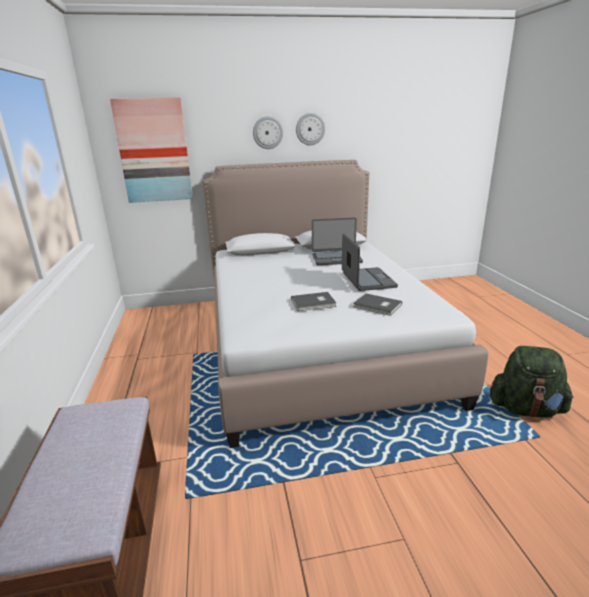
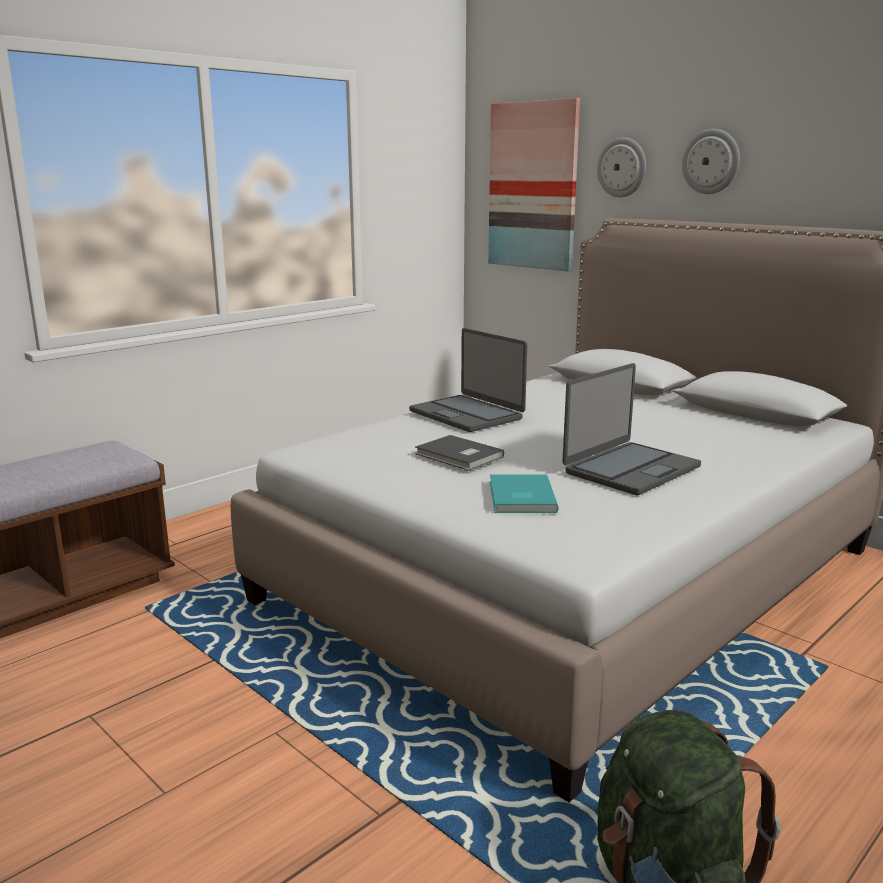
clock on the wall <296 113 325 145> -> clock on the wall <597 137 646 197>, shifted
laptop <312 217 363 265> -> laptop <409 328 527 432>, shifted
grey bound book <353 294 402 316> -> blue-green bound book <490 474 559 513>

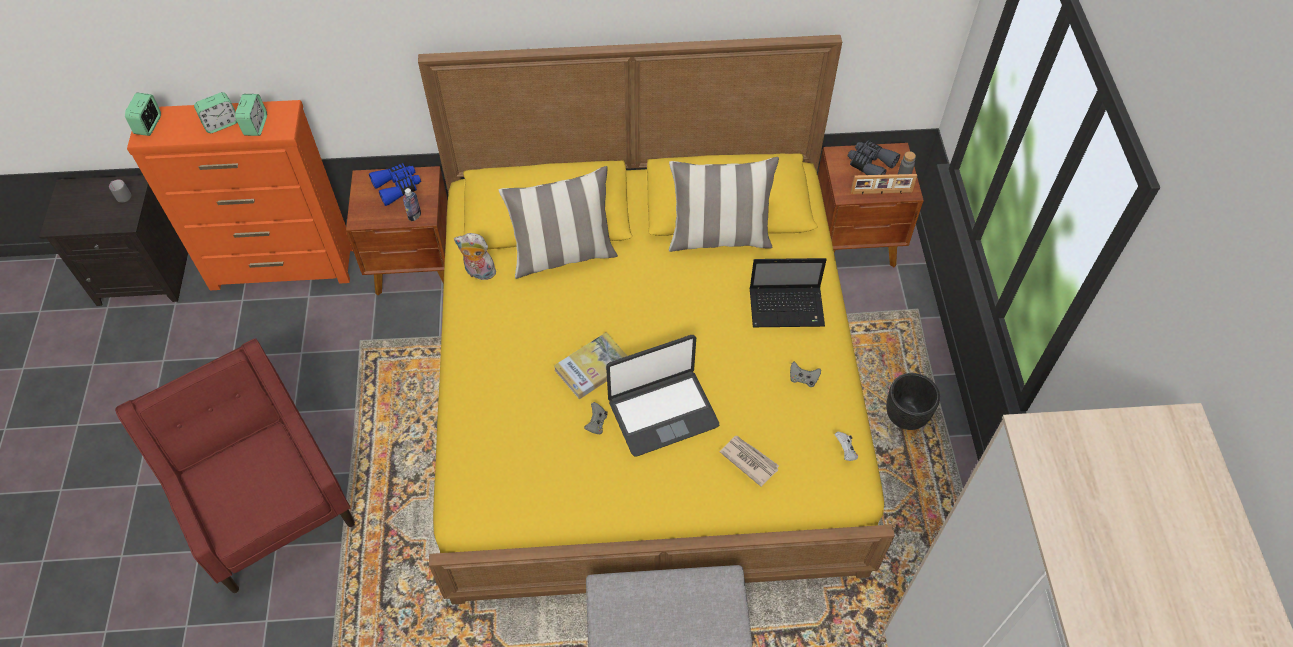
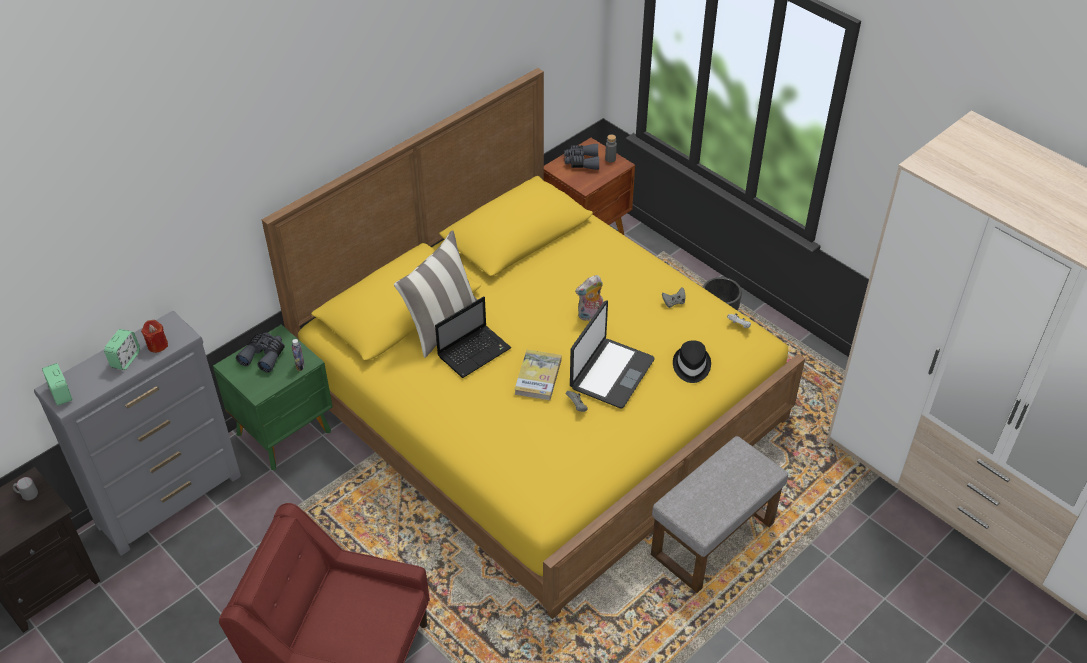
orangey chest of drawers <127 100 353 290> -> grey chest of drawers <34 311 241 556>
bedside clock <235 94 267 136> -> red candle <141 320 168 353>
brownish nightstand <346 166 448 295> -> green-coloured nightstand <213 324 333 470>
blue pair of binoculars <369 163 421 206> -> grey pair of binoculars <236 332 285 373>
plush toy <454 233 496 280> -> plush toy <575 275 604 321>, shifted
cushion <669 157 779 252> -> none
newspaper <720 435 779 487> -> blackish clothing hat <673 340 711 383>
laptop <749 258 826 327> -> laptop <435 296 511 378>, shifted
standing frame <851 174 917 194> -> none

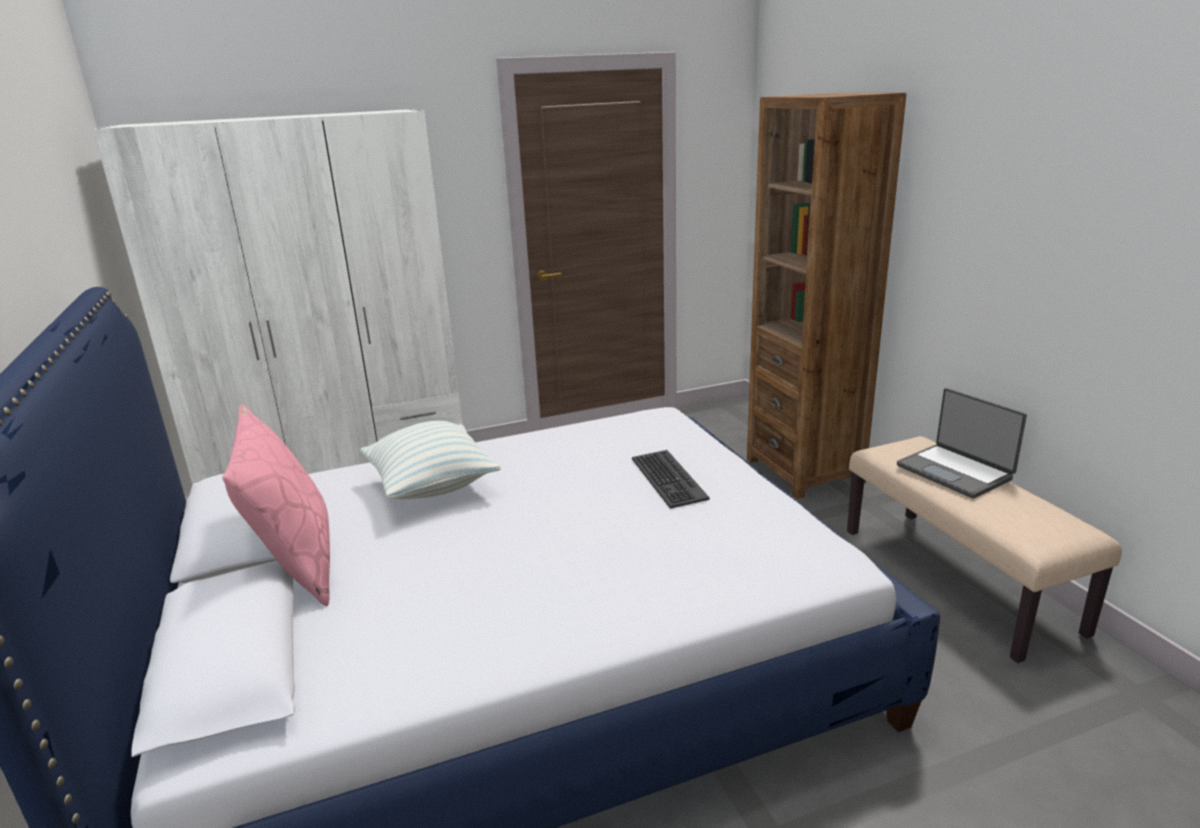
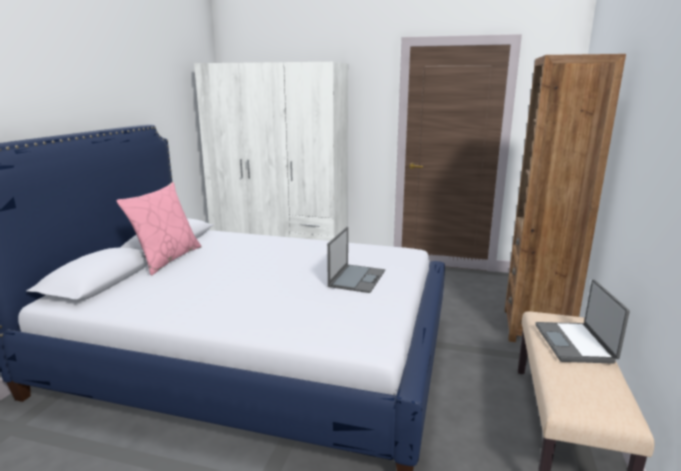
cushion <360 421 501 499> -> none
keyboard <632 450 710 509> -> laptop <327 227 385 293>

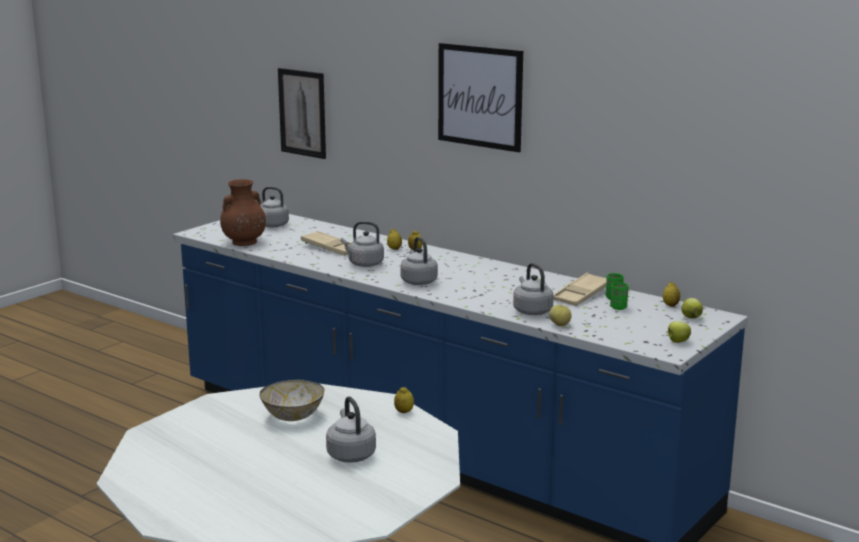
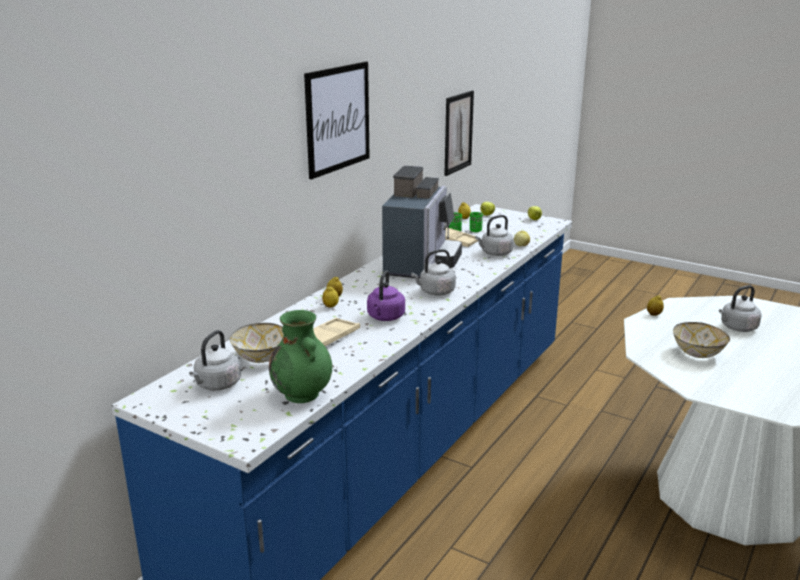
brownish vase <220 179 266 246> -> green-coloured vase <269 310 332 403>
picture <278 68 326 159> -> picture <444 91 474 176>, shifted
grey water kettle <341 221 384 267> -> purple water kettle <367 270 405 321>
none -> deep dish <229 323 284 363>
none -> coffee brewer <382 166 462 279>

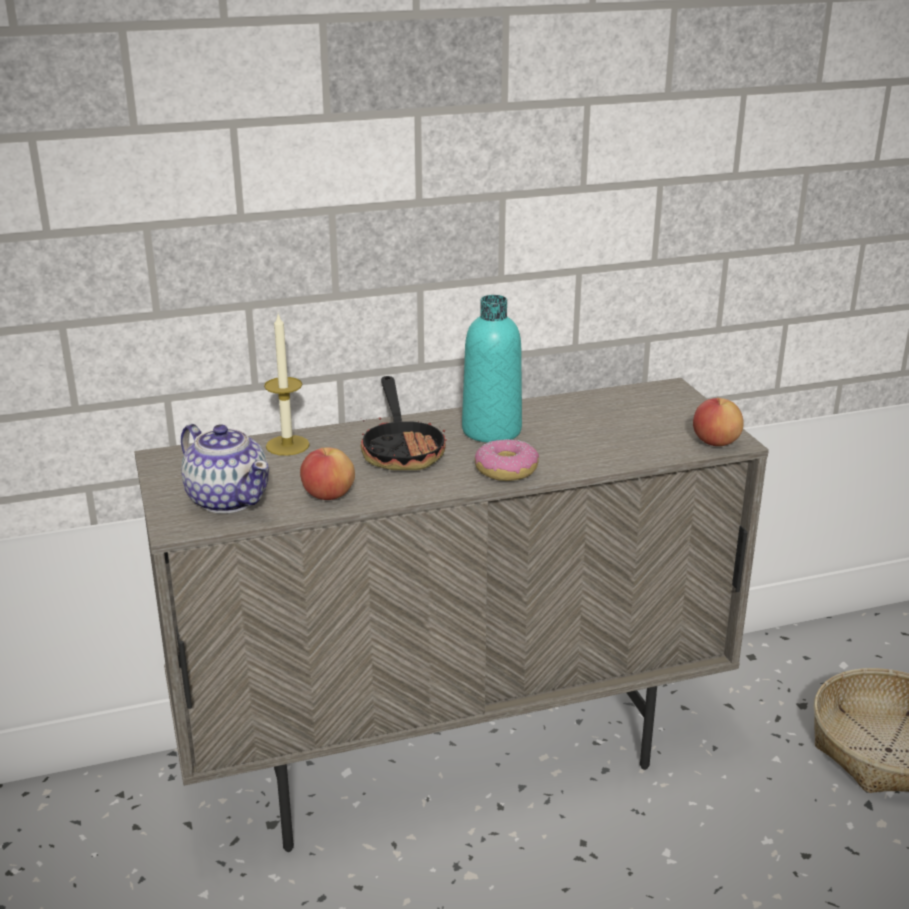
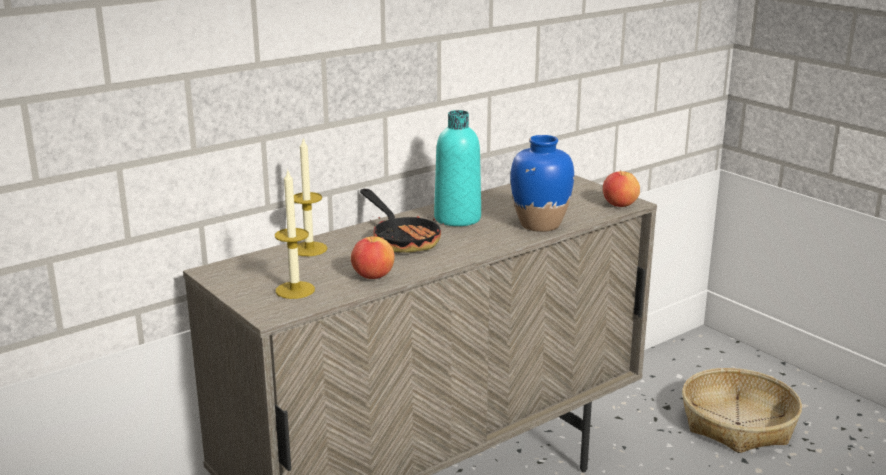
tea pot <181 424 269 514> -> candle <275 171 315 299>
ring doughnut <475 439 539 481> -> none
none -> blue vase <511 135 574 232>

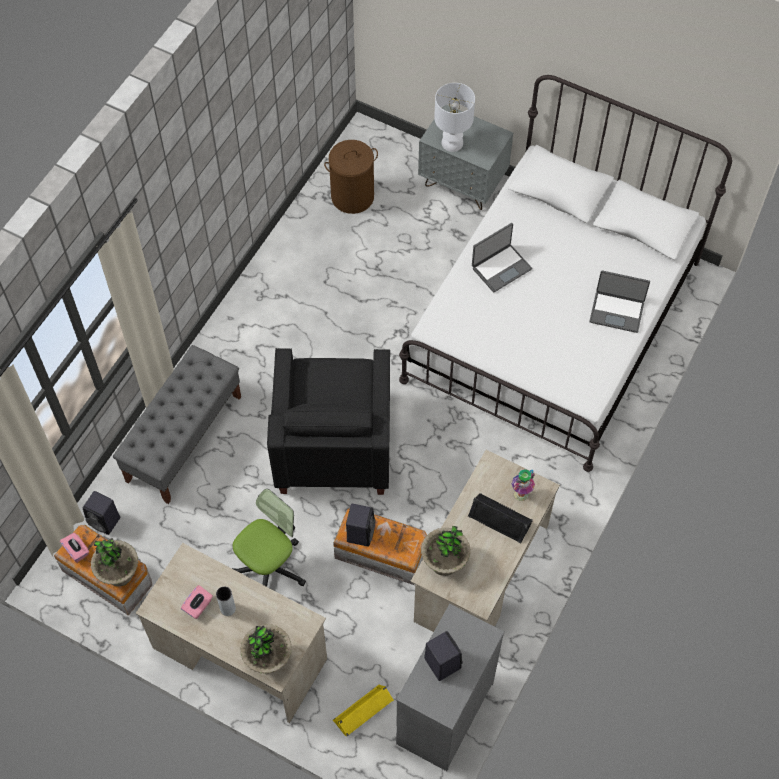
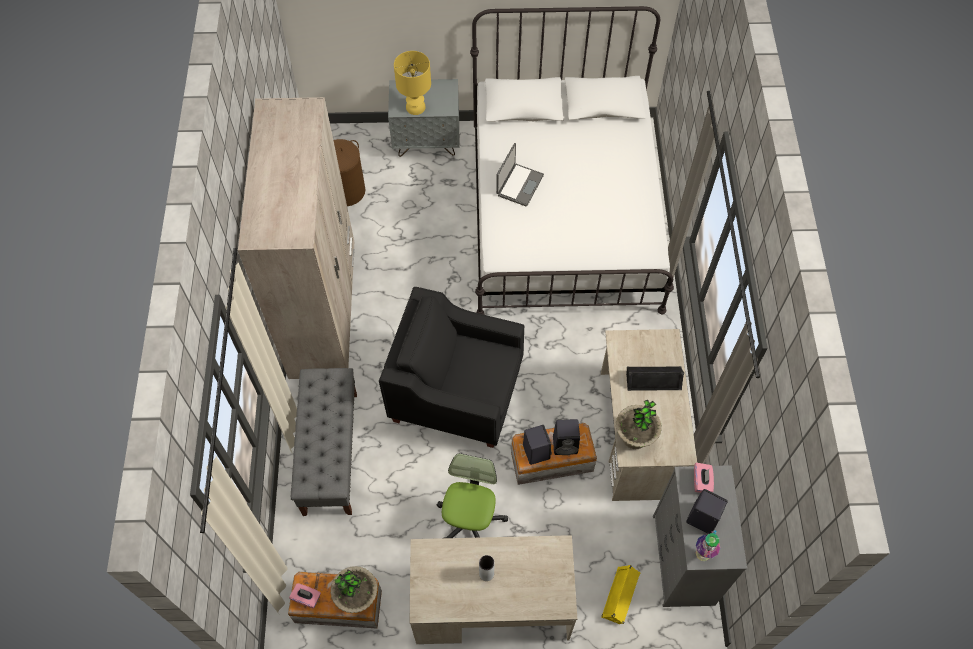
blackish audio speaker <83 491 120 535> -> blackish audio speaker <553 419 580 455>, shifted
pink-coloured tissue holder <181 585 213 619> -> pink-coloured tissue holder <694 463 714 493>, shifted
houseplant <240 624 292 674> -> none
blackish easy chair <267 348 390 495> -> blackish easy chair <379 287 524 448>, 135 degrees clockwise
white lamp for a table <434 83 475 152> -> yellow-coloured lamp for a table <394 51 431 115>
vase <512 469 535 501> -> vase <696 530 721 561>, shifted
laptop <589 270 650 333> -> none
none -> beige-coloured wardrobe <238 97 355 379>

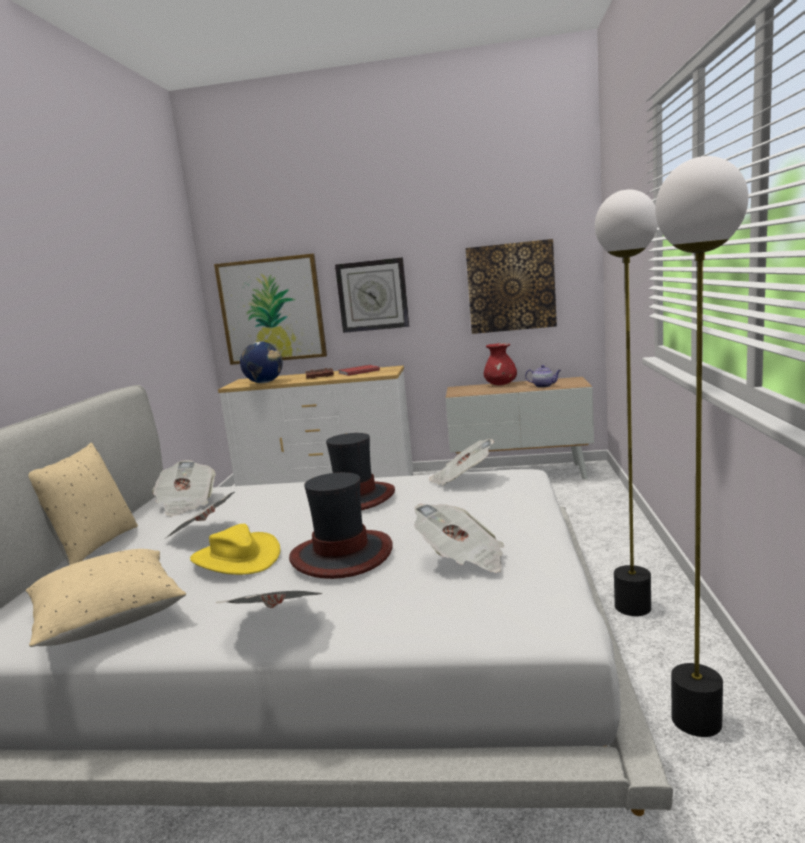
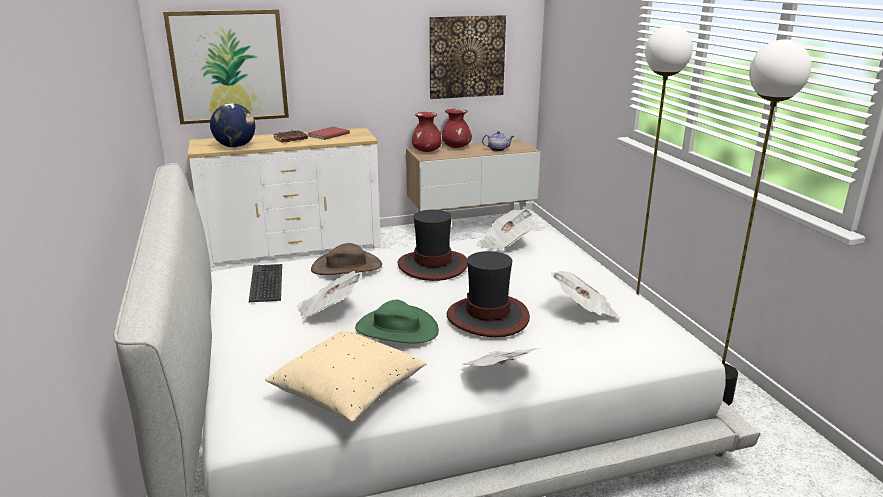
beige-coloured cushion <28 443 138 565> -> none
newspaper <152 460 216 516> -> keyboard <249 264 282 302>
yellow-coloured clothing hat <190 524 280 575> -> green-coloured clothing hat <355 300 439 343>
clock on the wall <335 257 409 333> -> none
none -> brownish clothing hat <311 243 382 275>
none -> red vase <412 112 442 152>

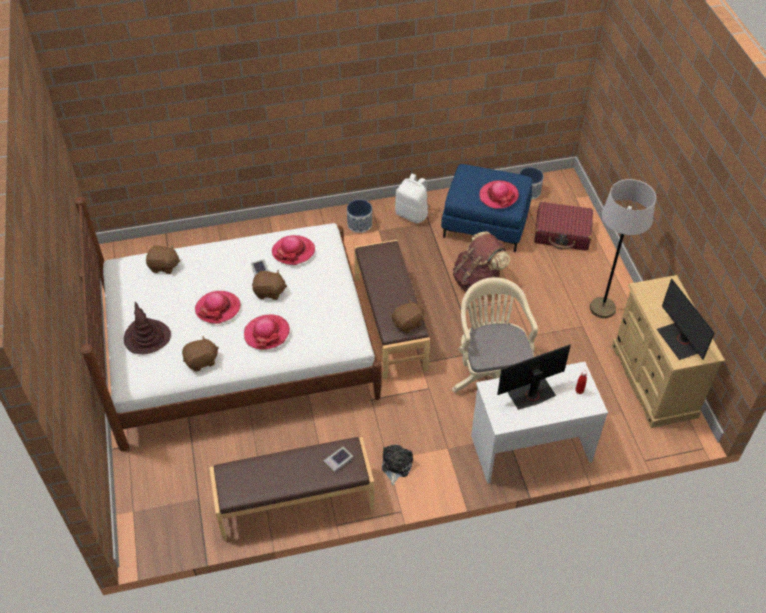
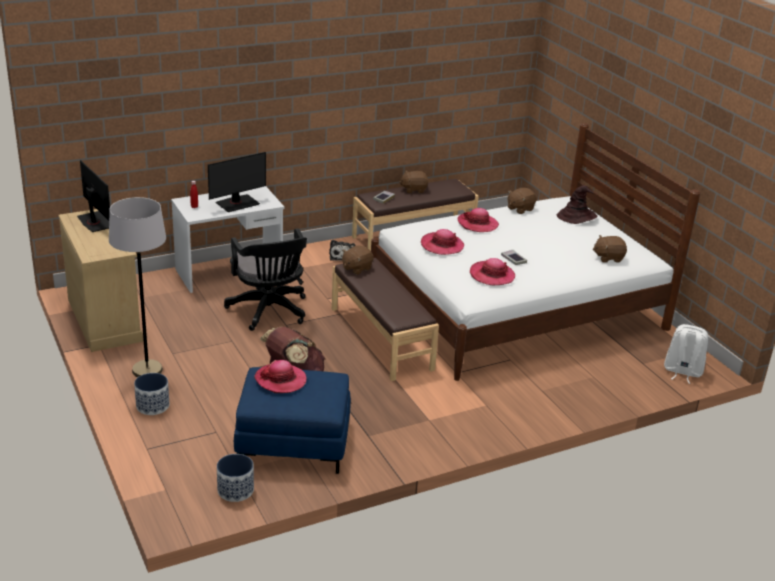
clothing hat <195 291 241 324> -> clothing hat <421 229 464 255>, shifted
brownish plush toy <252 270 287 300> -> brownish plush toy <399 170 428 193>, shifted
flower pot <347 200 372 233> -> flower pot <134 373 169 415>, shifted
white knapsack <395 174 428 224> -> white knapsack <664 324 708 384>, shifted
beige-coloured office chair <452 277 538 393> -> blackish office chair <224 228 307 331>
red piece of luggage <534 202 593 251> -> none

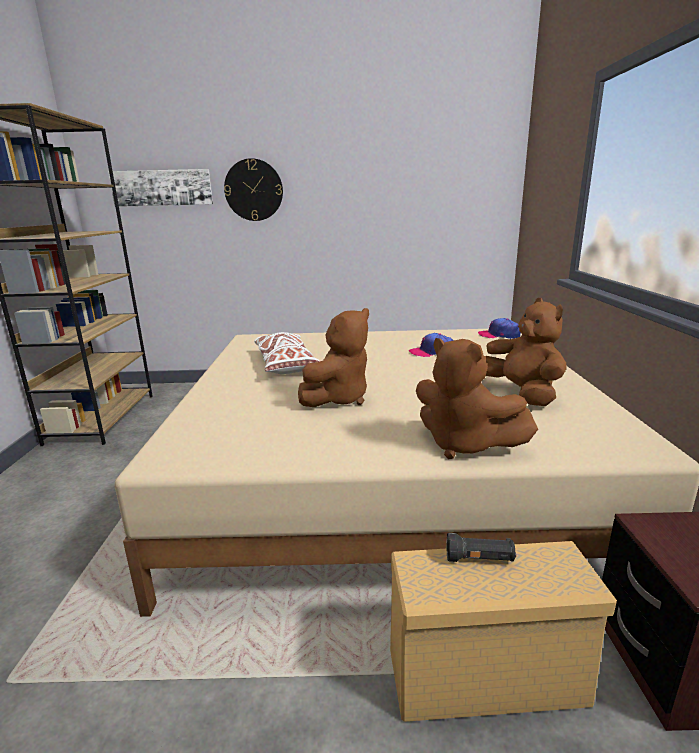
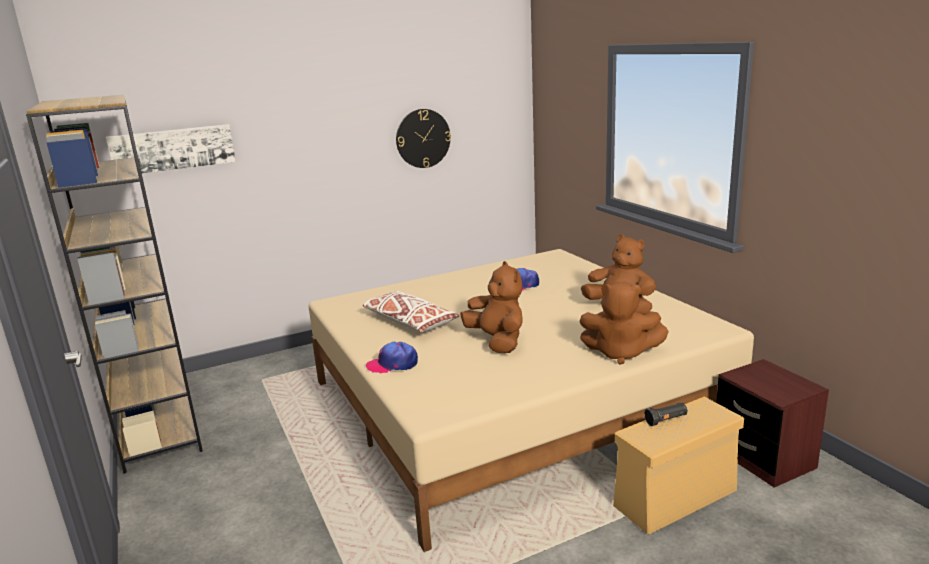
clock on the wall <224 158 283 221> -> clock on the wall <396 109 451 168>, shifted
brownish plush toy <298 308 369 407> -> brownish plush toy <460 261 523 353>, 45 degrees counterclockwise
baseball cap <478 318 521 339> -> baseball cap <366 342 418 373>, shifted

